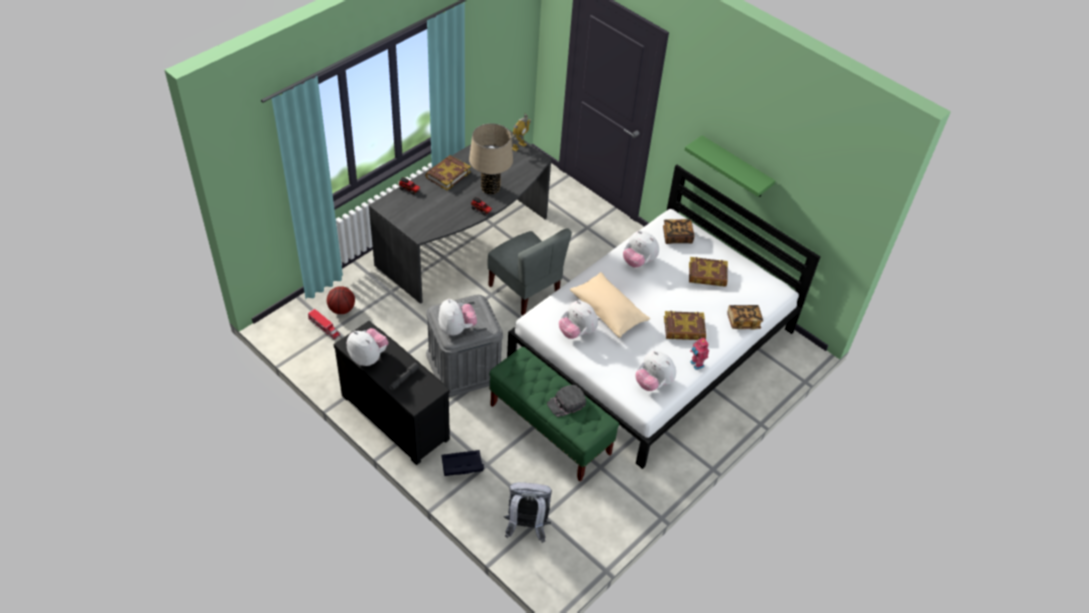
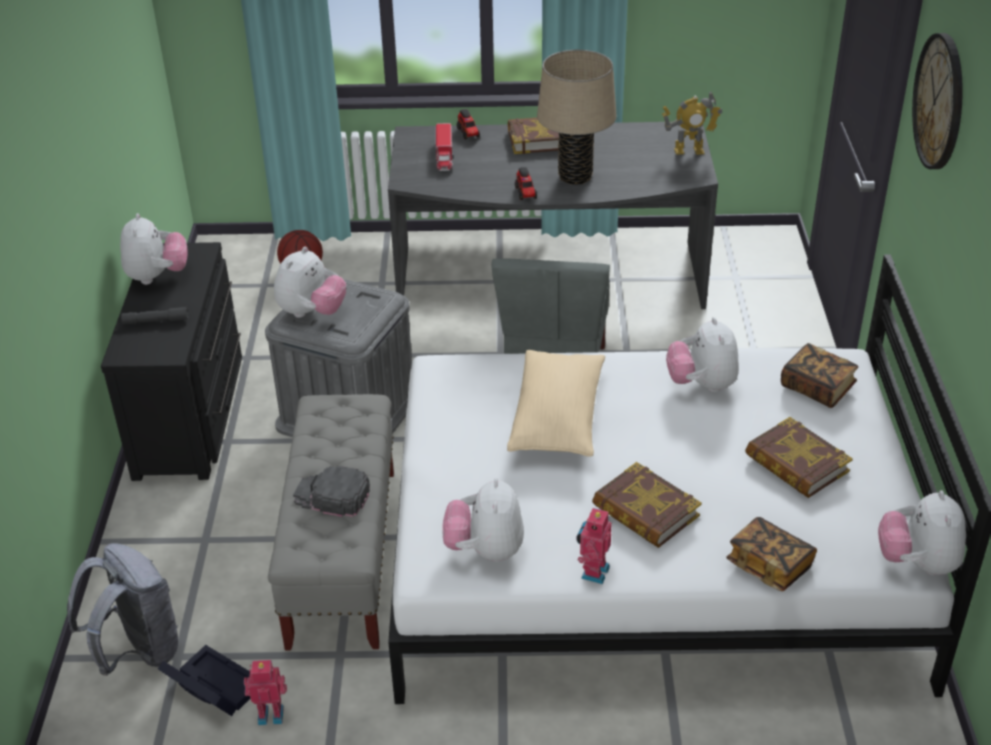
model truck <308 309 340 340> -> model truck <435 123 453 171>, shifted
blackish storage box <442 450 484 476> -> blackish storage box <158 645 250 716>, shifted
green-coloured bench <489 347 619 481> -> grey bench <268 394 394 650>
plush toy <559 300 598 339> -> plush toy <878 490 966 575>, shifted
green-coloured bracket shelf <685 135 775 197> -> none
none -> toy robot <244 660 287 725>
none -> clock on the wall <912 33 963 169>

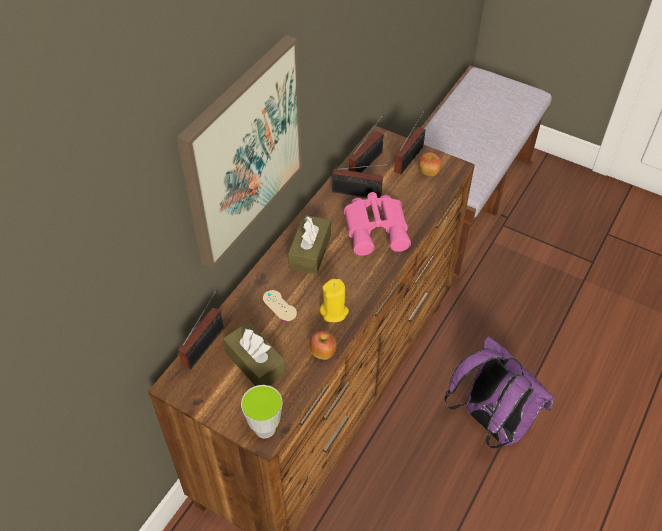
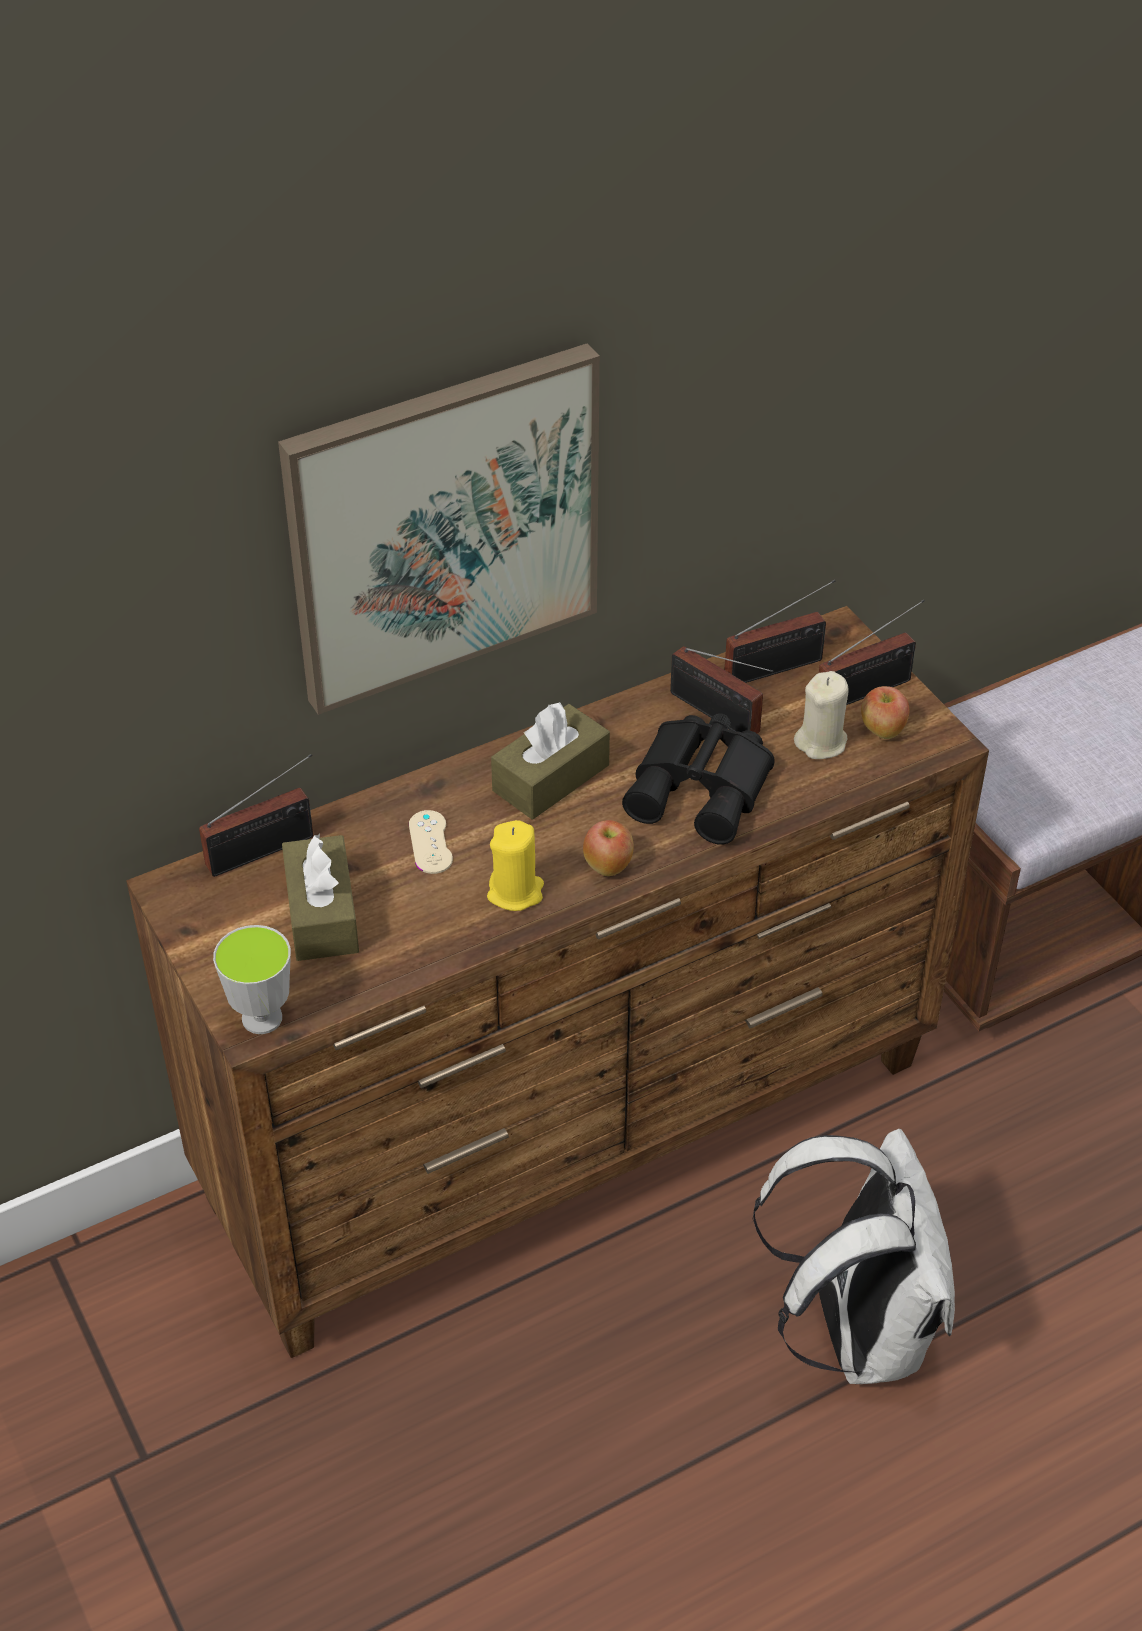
apple <310 331 337 360> -> apple <583 820 634 876>, shifted
pink-coloured pair of binoculars <344 192 411 256> -> blackish pair of binoculars <622 713 775 845>
purple knapsack <444 336 554 448> -> white knapsack <752 1129 955 1384>
none -> beige-coloured candle <794 671 849 759>

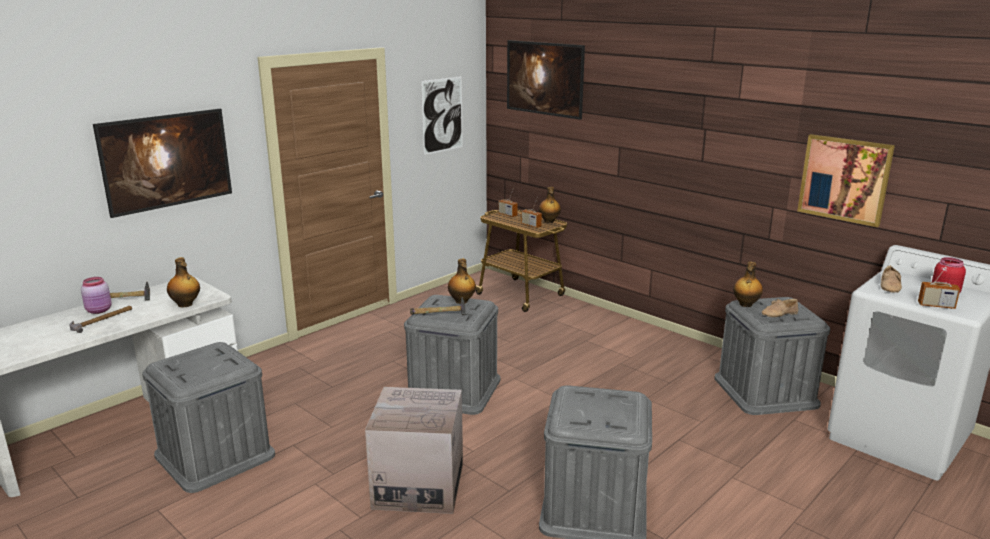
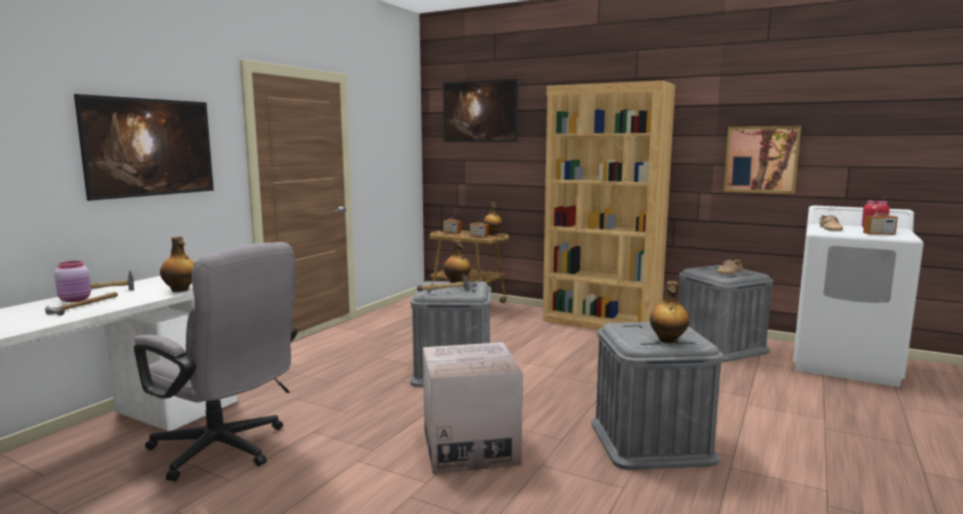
grey storage box <142 342 275 493> -> grey office chair <134 242 298 481>
picture <421 76 463 155> -> none
drink bottle <733 262 763 307> -> drink bottle <650 281 689 343>, shifted
none -> brownish bookcase <543 81 675 330>

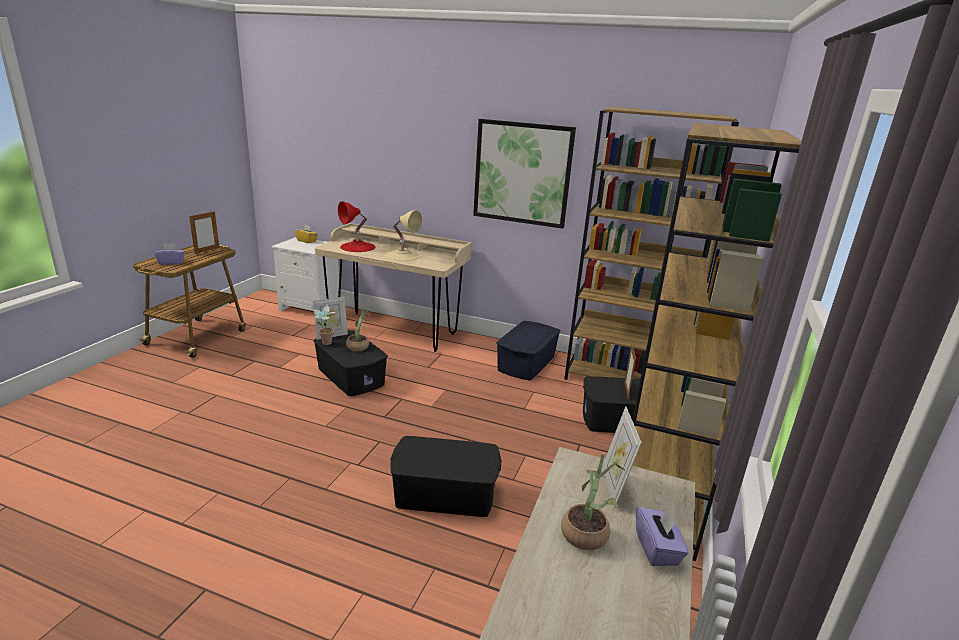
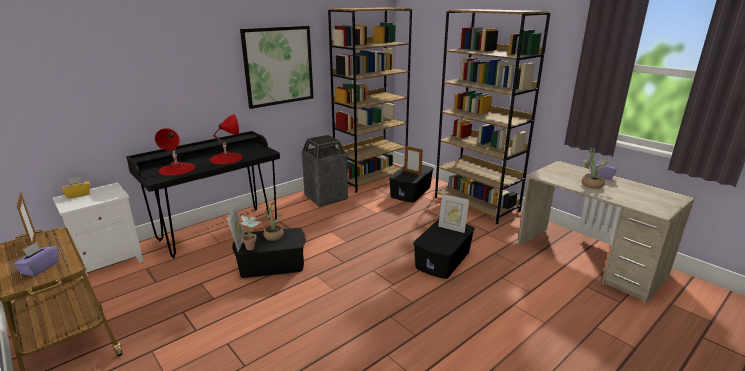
beige-coloured desk table <315 223 472 352> -> blackish desk table <126 131 280 258>
beige-coloured lamp for a table <384 210 422 261> -> red lamp for a table <210 114 243 164>
blue storage box <497 321 560 380> -> rubbish bin <301 135 348 207>
standing frame <602 406 642 509> -> standing frame <438 194 469 233>, shifted

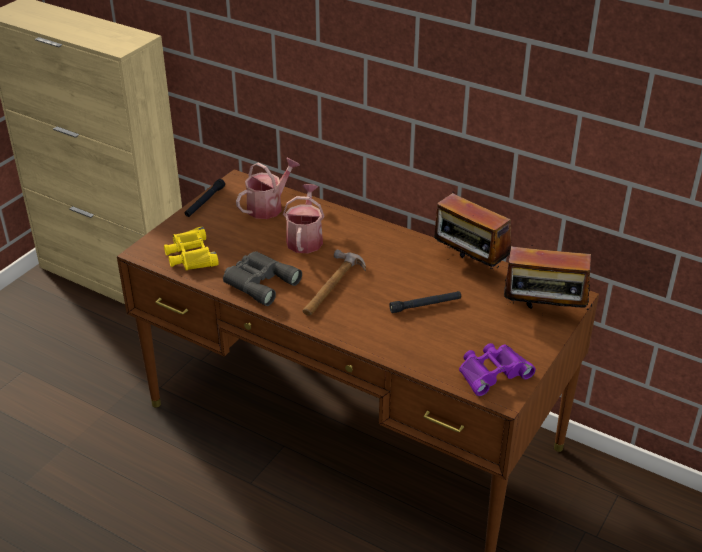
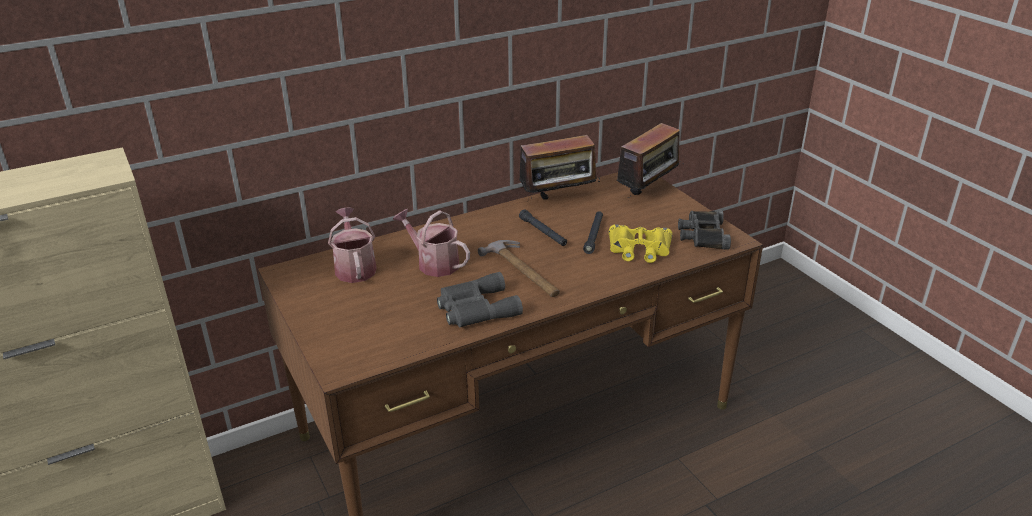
yellow-coloured pair of binoculars <164 226 219 270> -> yellow-coloured pair of binoculars <609 224 672 263>, shifted
blackish flashlight <185 179 225 217> -> blackish flashlight <519 209 567 246>, shifted
purple pair of binoculars <459 343 536 396> -> blackish pair of binoculars <678 210 731 250>

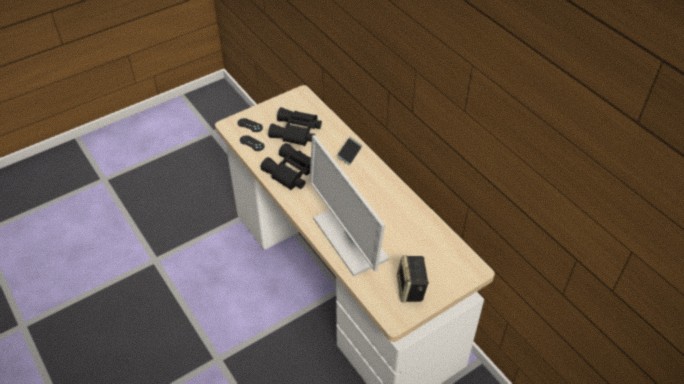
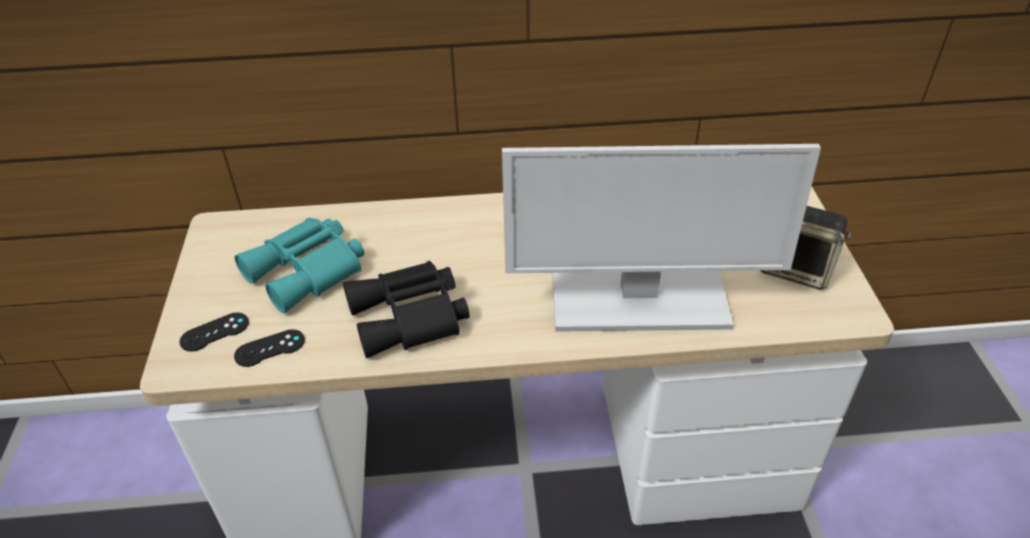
blackish pair of binoculars <268 107 322 146> -> blue-green pair of binoculars <235 218 364 313>
handset <337 137 363 165> -> none

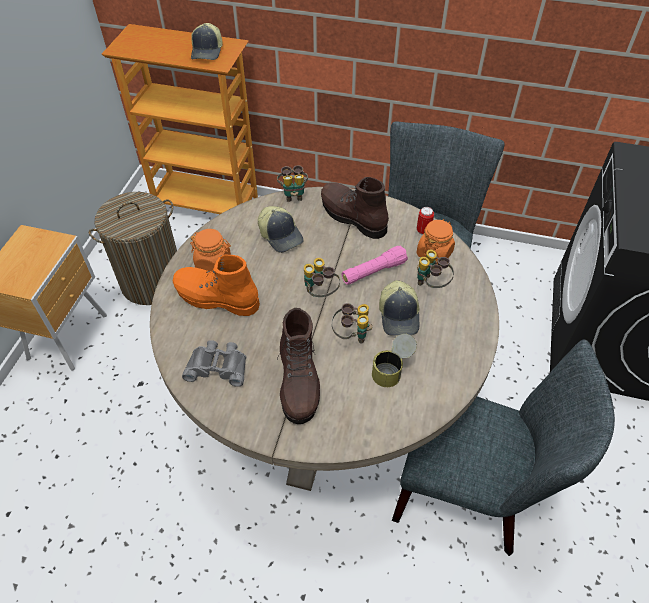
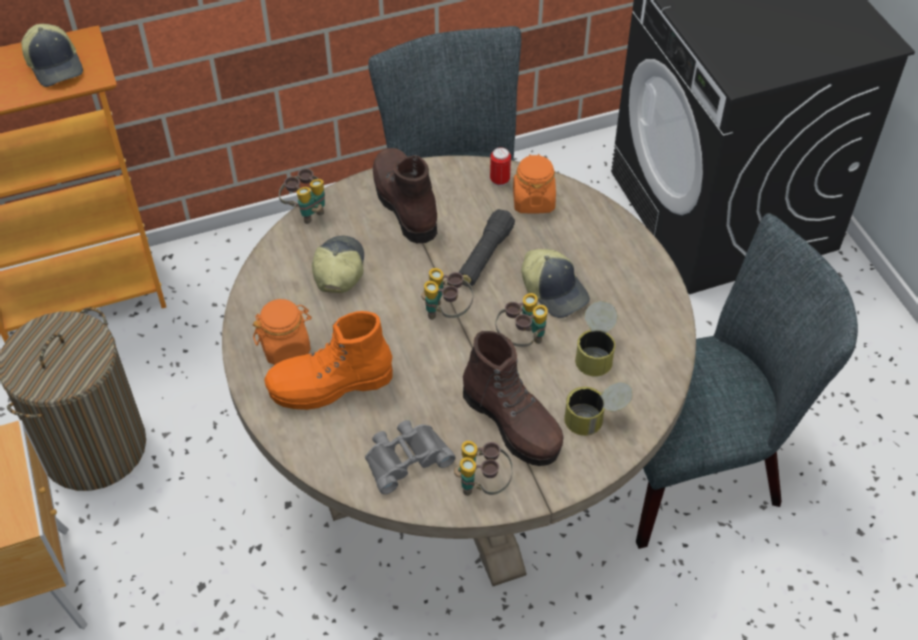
baseball cap <258 206 304 253> -> baseball cap <312 236 364 293>, 105 degrees counterclockwise
brownish boot <321 177 389 239> -> brownish boot <373 148 437 243>, 60 degrees clockwise
pink-coloured flashlight <342 245 408 285> -> blackish flashlight <458 209 515 286>
pair of binoculars <417 249 454 288> -> pair of binoculars <454 441 513 496>, shifted
none -> sealed can <564 382 632 436>

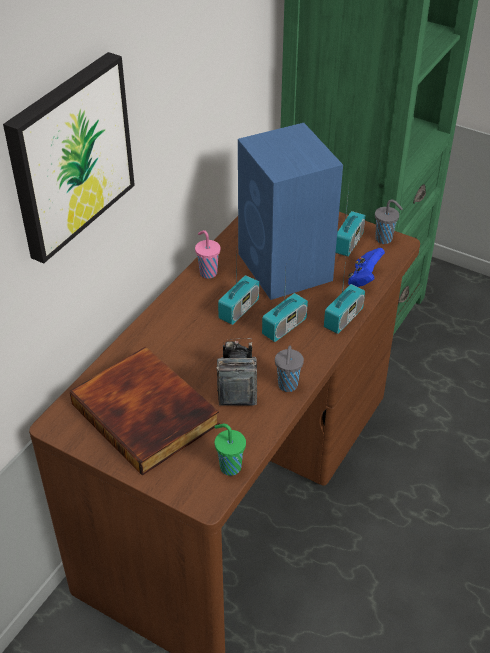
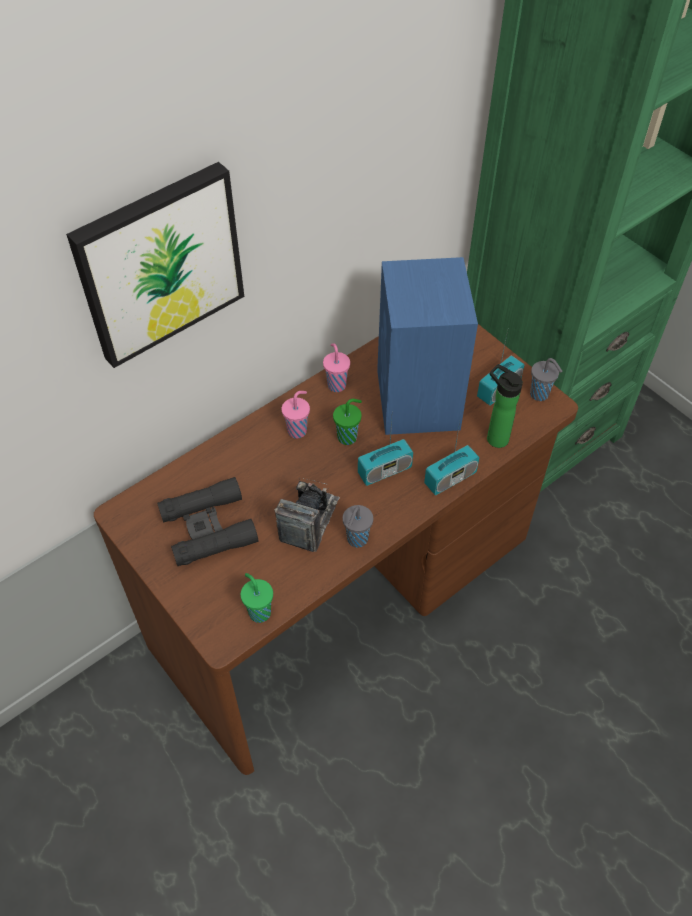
bound book <70 347 220 476> -> blackish pair of binoculars <157 477 258 566>
radio set <218 246 259 325> -> green-coloured small cup <333 399 362 445>
blue joypad <348 248 385 287> -> drink bottle <487 364 523 448>
none -> pink-coloured small cup <281 391 310 438>

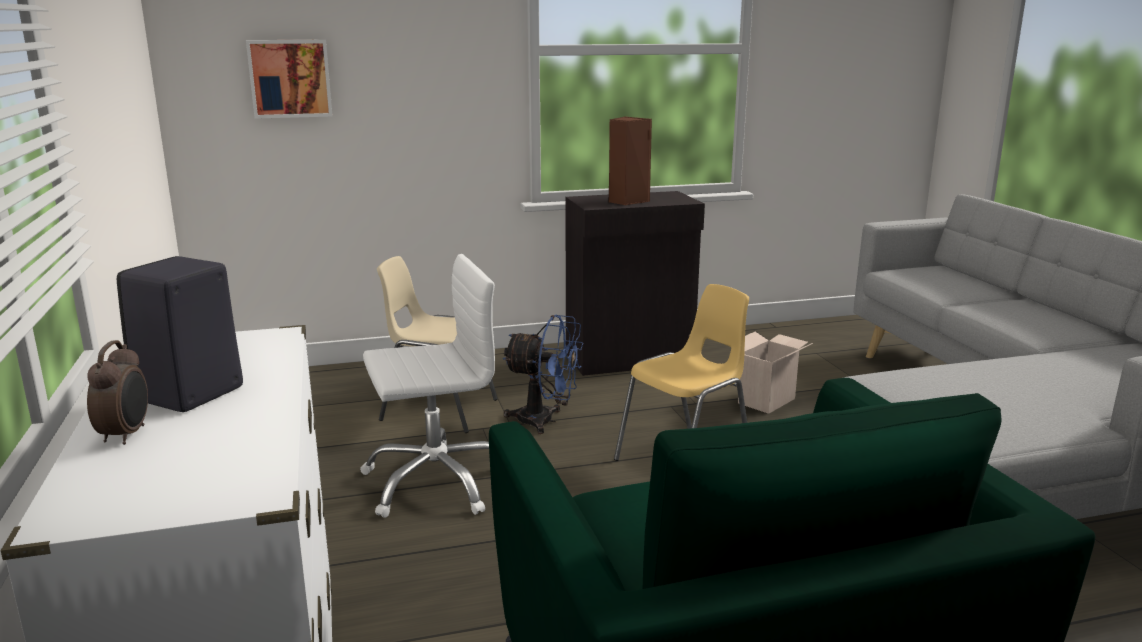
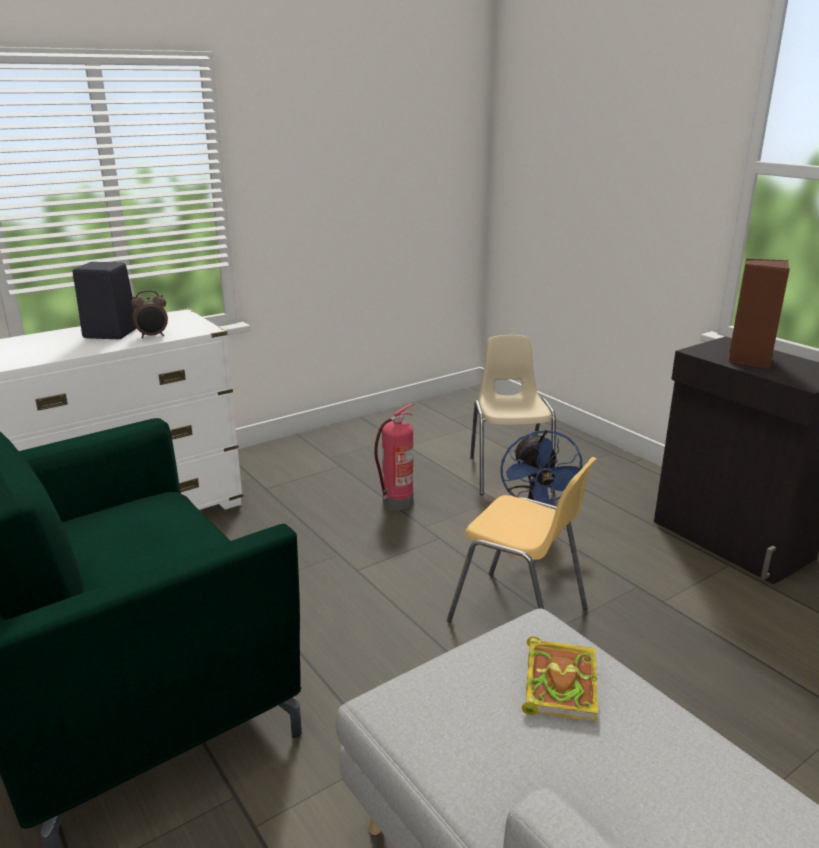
bedside clock <87 340 148 445> -> bedside clock <131 290 168 338>, shifted
picture <246 40 333 119> -> none
white office chair <360 254 495 518> -> fire-fighting cylinder <374 403 414 510>
cardboard box <738 332 813 414> -> none
none -> bound book <522 636 598 722>

